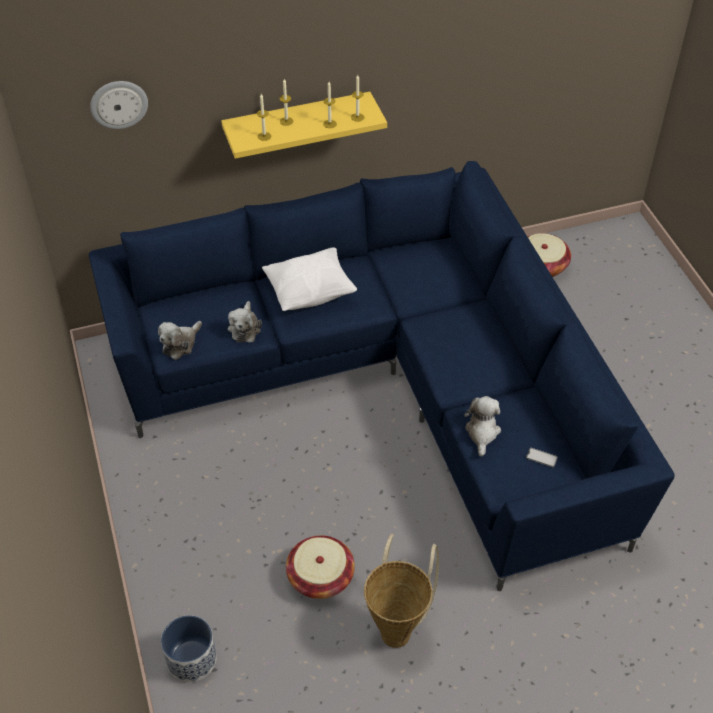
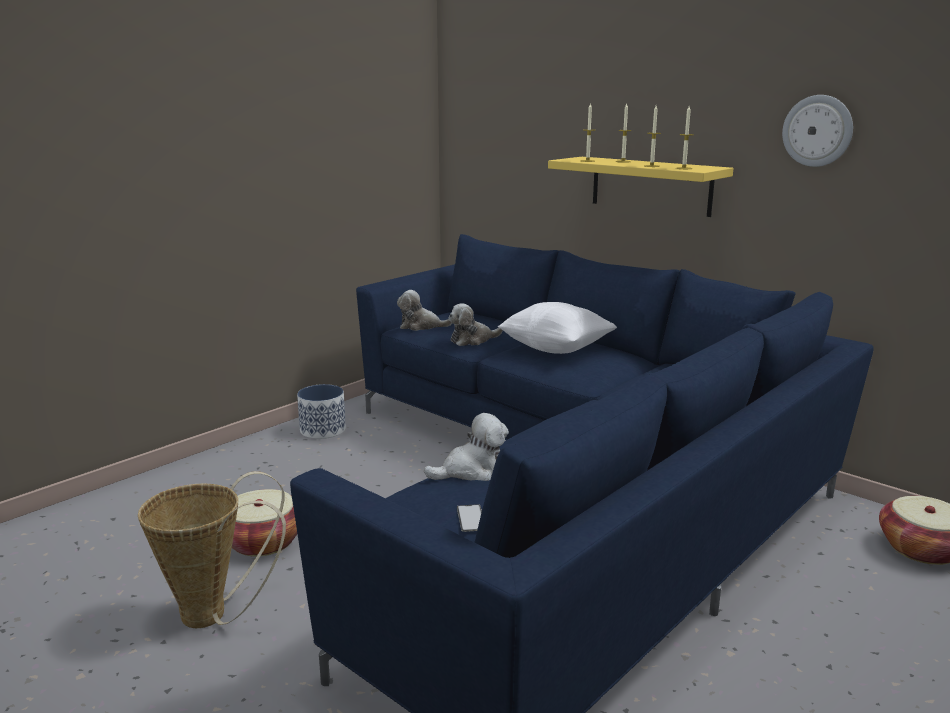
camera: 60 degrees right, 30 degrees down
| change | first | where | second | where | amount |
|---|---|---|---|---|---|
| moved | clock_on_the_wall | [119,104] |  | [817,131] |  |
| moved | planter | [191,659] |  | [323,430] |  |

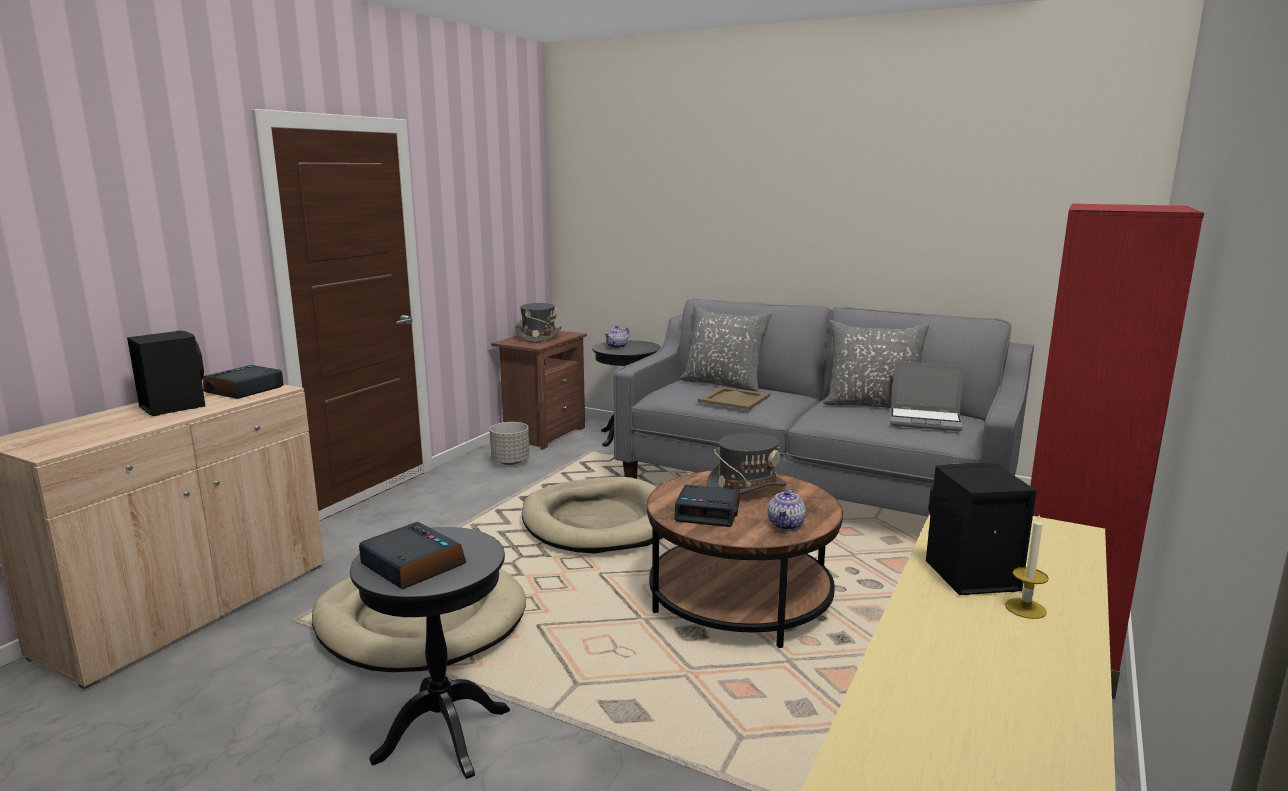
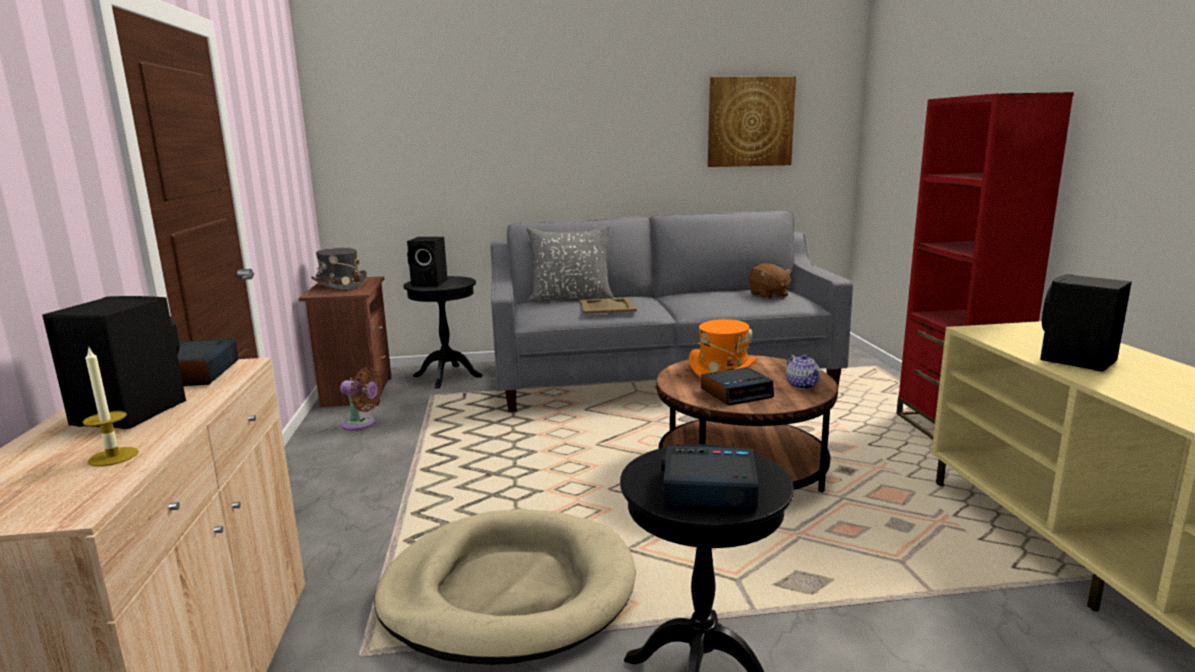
camera: 35 degrees left, 0 degrees up
| change | first | where | second | where | amount |
|---|---|---|---|---|---|
| removed | grey_throw_pillow | [873,404] |  |  |  |
| replaced | teapot | [617,346] | blackish_speaker | [430,283] |  |
| replaced | portable_computer | [926,421] | brownish_cuddly_toy | [768,295] |  |
| replaced | grey_planter | [510,462] | brownish_cooling_fan | [361,424] |  |
| recoloured | grey_wearable_hat | [746,487] | orange-coloured_wearable_hat | [722,369] |  |
| removed | sand-coloured_dog_bed | [598,522] |  |  |  |
| moved | wax_light | [1025,608] |  | [113,457] |  |
| added |  |  | wall_art | [750,122] |  |

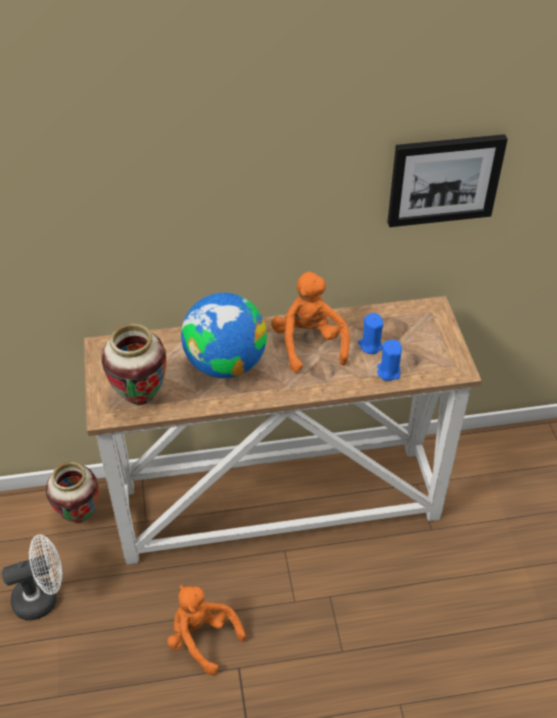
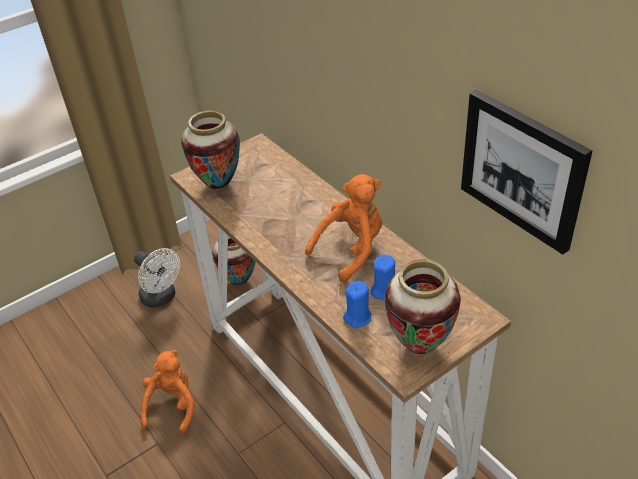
camera: 65 degrees right, 5 degrees down
| change | first | where | second | where | amount |
|---|---|---|---|---|---|
| removed | desk_globe | [225,364] |  |  |  |
| added |  |  | decorative_vase | [420,345] |  |

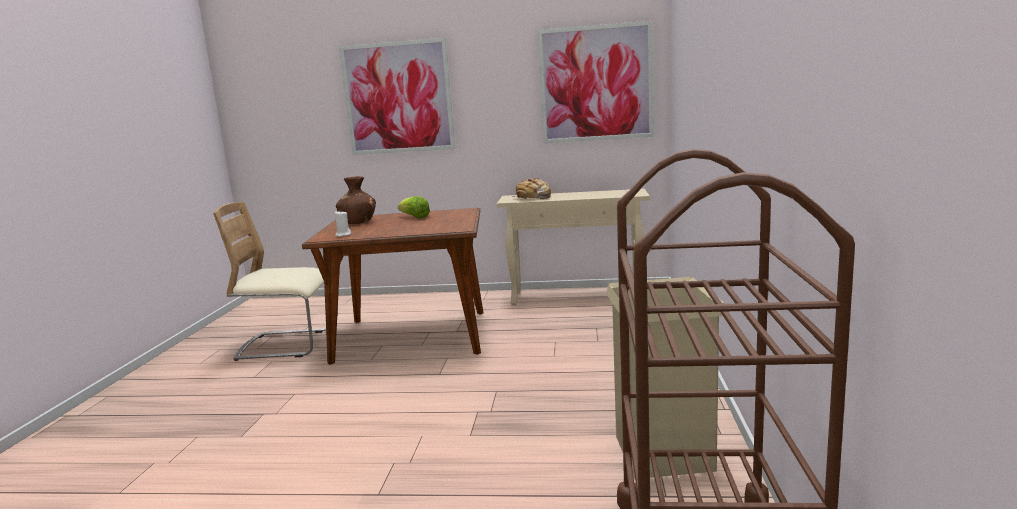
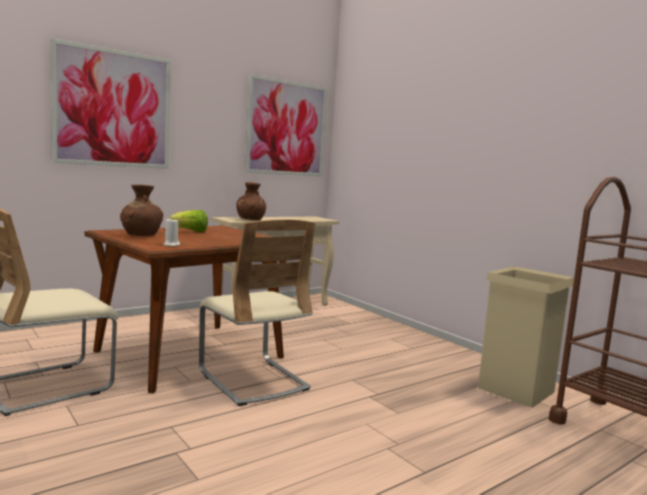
camera: 45 degrees left, 5 degrees down
| change | first | where | second | where | amount |
|---|---|---|---|---|---|
| replaced | bread | [533,198] | brownish_decorative_vase | [251,219] |  |
| added |  |  | sand-coloured_chair | [252,380] |  |

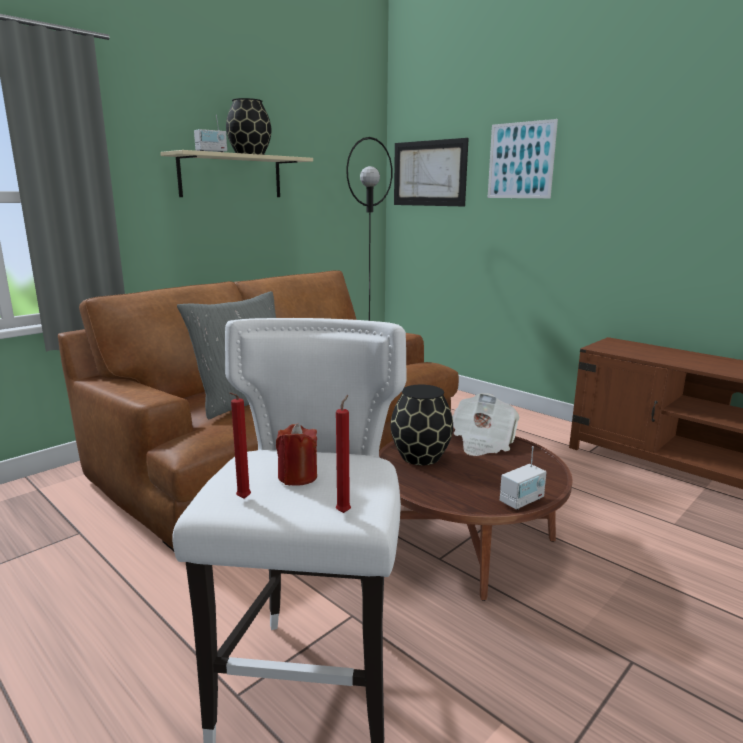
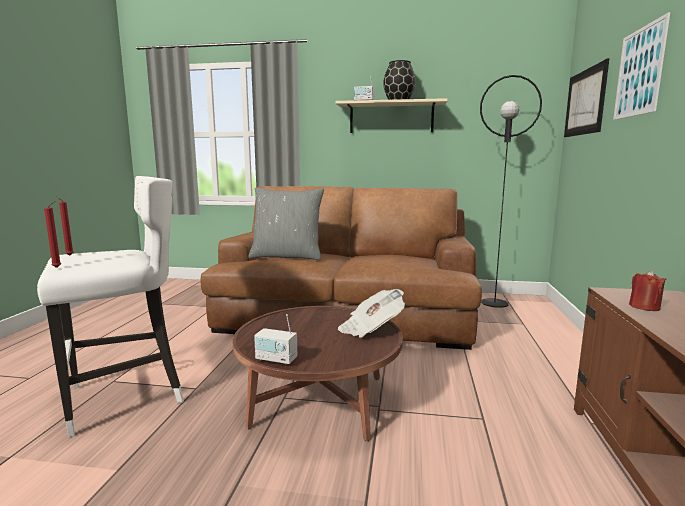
camera: 55 degrees right, 5 degrees down
| change | first | where | second | where | amount |
|---|---|---|---|---|---|
| removed | blackish_decorative_vase | [420,456] |  |  |  |
| moved | red-coloured_wax_light | [297,477] |  | [644,307] |  |

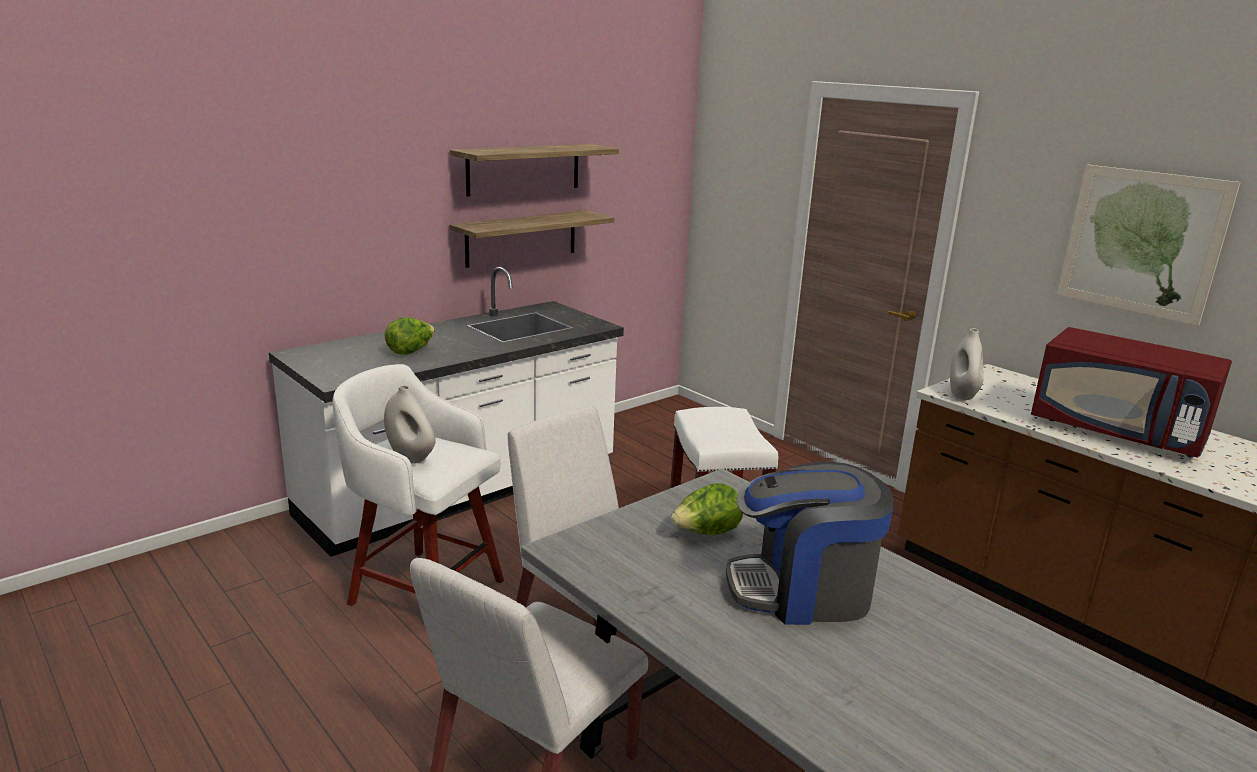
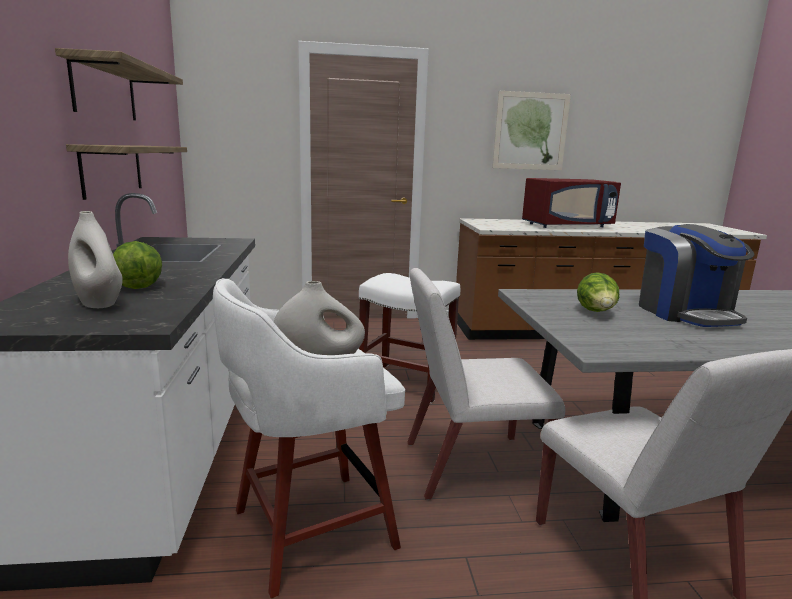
camera: 55 degrees left, 5 degrees down
| change | first | where | second | where | amount |
|---|---|---|---|---|---|
| moved | white-coloured_decorative_vase | [962,395] |  | [99,303] |  |
| turned | coffee_brewer | [802,591] |  | [685,313] | 45 degrees counterclockwise |

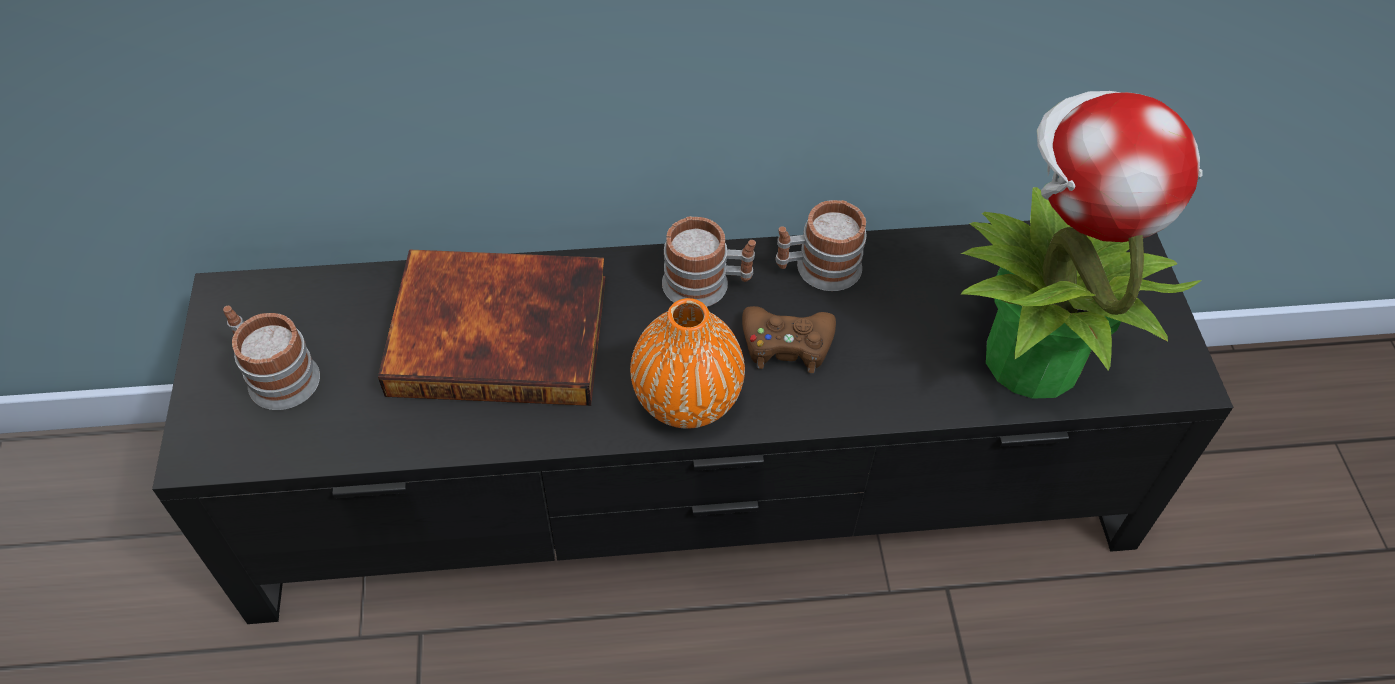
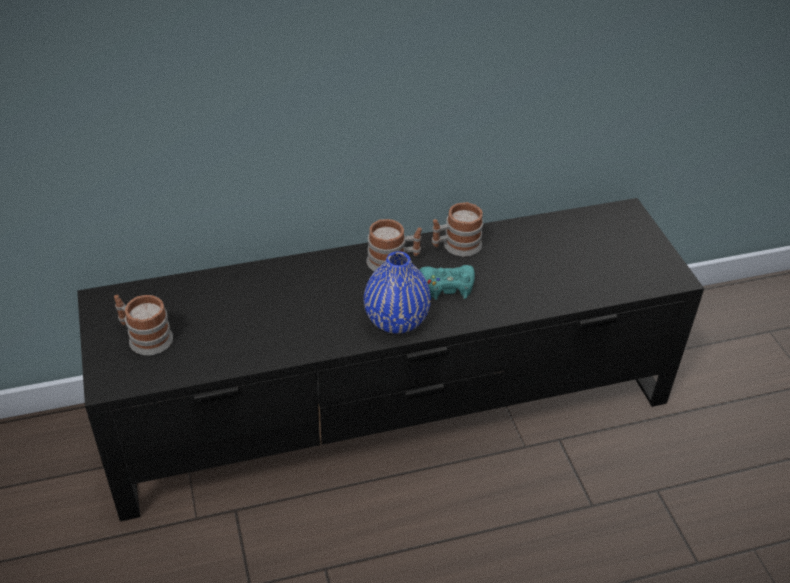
camera: 10 degrees left, 10 degrees down
| change | first | where | second | where | amount |
|---|---|---|---|---|---|
| removed | houseplant | [1030,356] |  |  |  |
| removed | volume | [501,331] |  |  |  |
| recoloured | orange-coloured_decorative_vase | [686,399] | blue_decorative_vase | [396,320] |  |
| recoloured | brownish_joypad | [786,345] | blue-green_joypad | [447,286] |  |

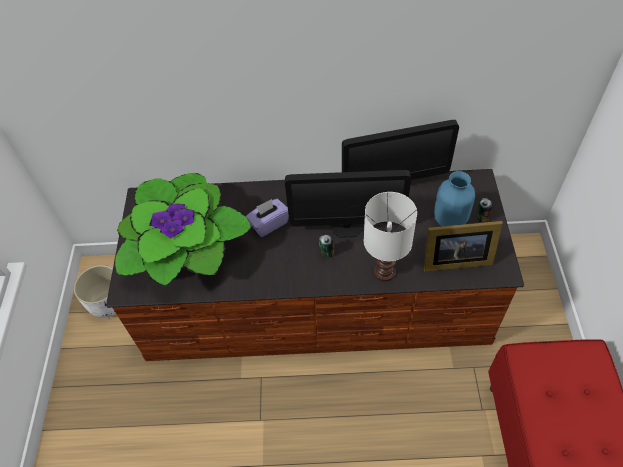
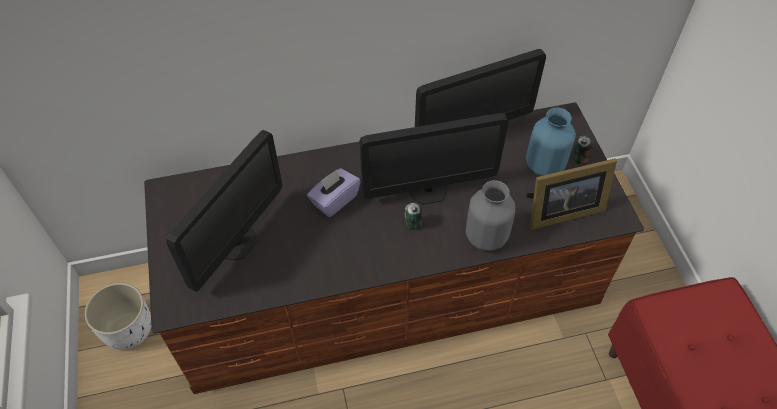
camera: 15 degrees left, 0 degrees up
| change | first | where | second | where | amount |
|---|---|---|---|---|---|
| replaced | houseplant | [185,247] | computer_display | [237,243] |  |
| replaced | white-coloured_tabletop_lamp | [385,272] | grey_decorative_vase | [487,237] |  |

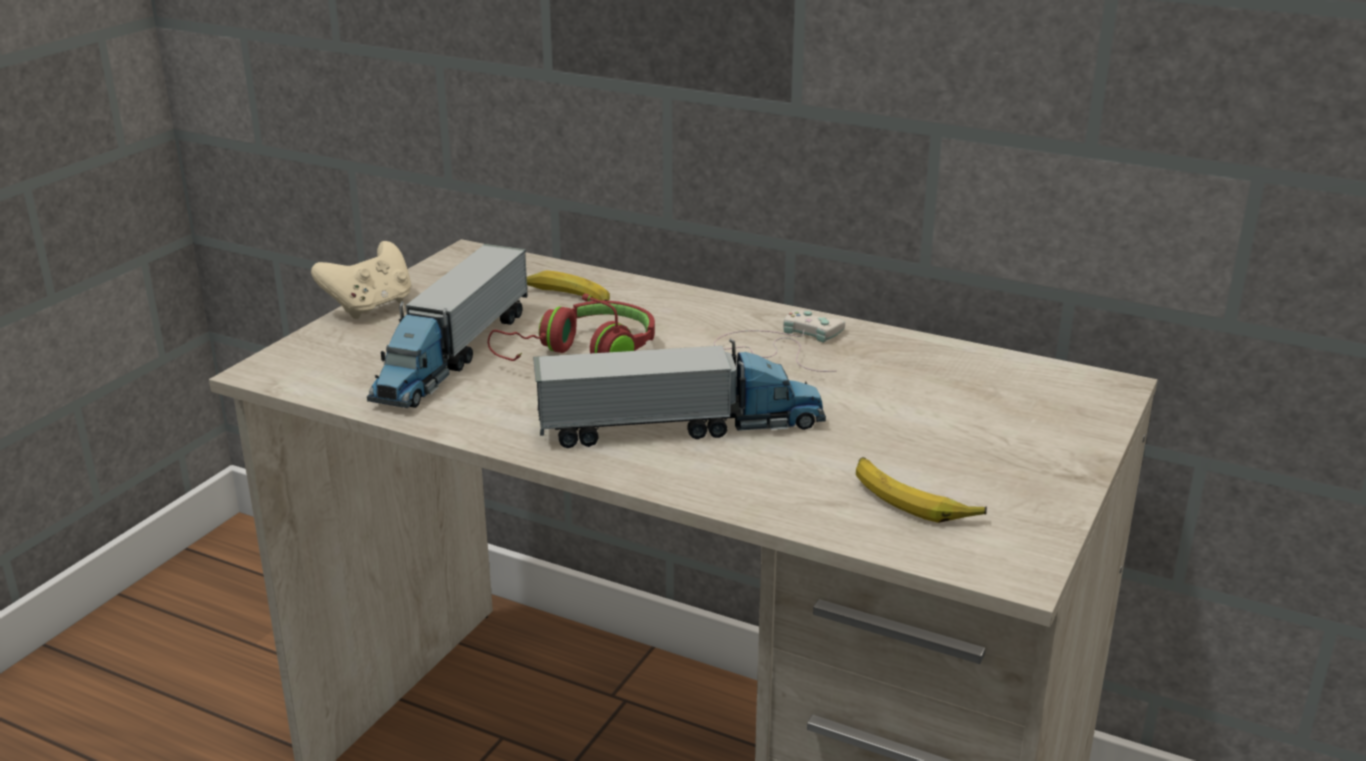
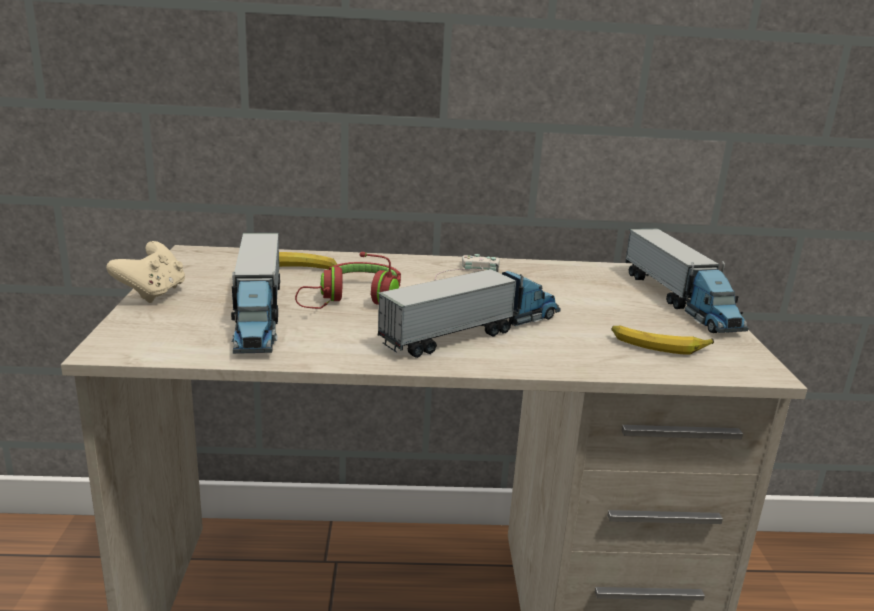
camera: 30 degrees left, 5 degrees down
| change | first | where | second | where | amount |
|---|---|---|---|---|---|
| added |  |  | model_truck | [679,300] |  |

